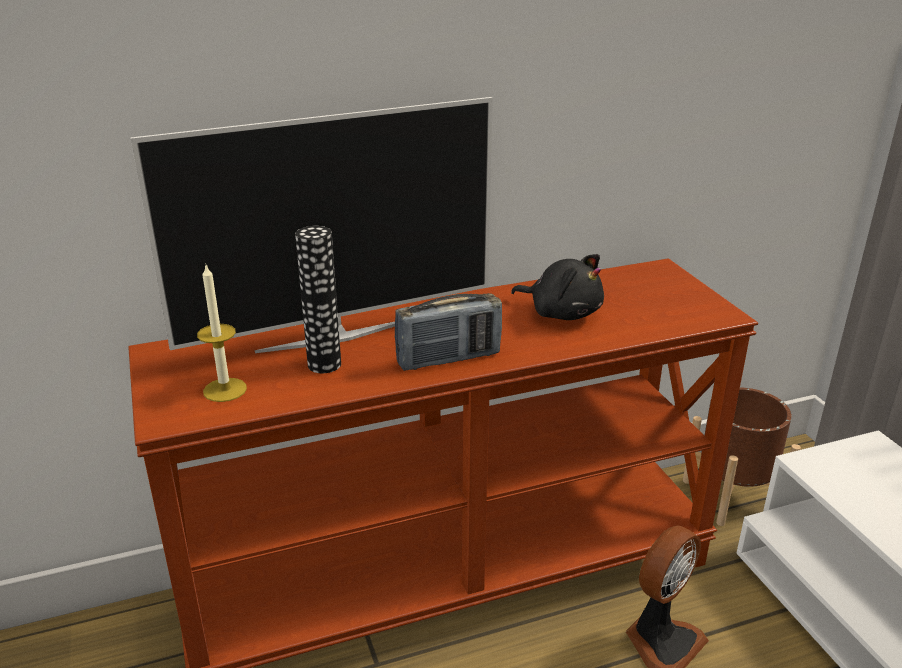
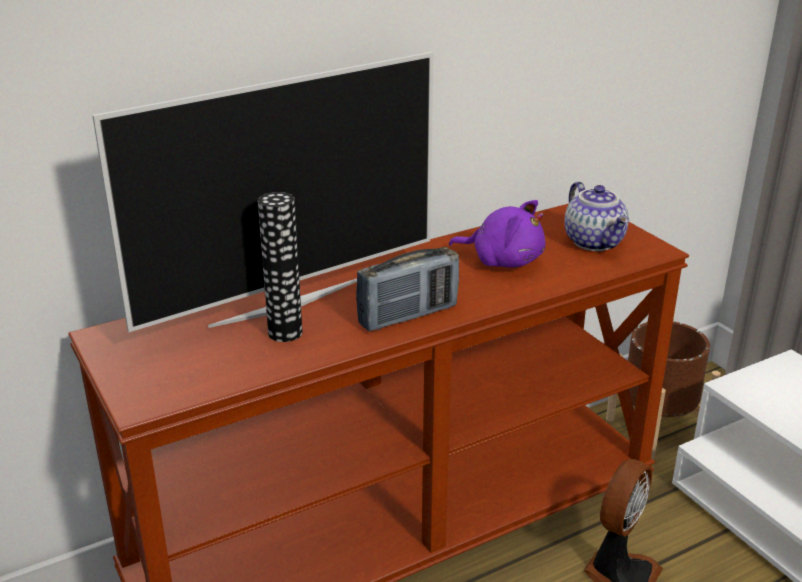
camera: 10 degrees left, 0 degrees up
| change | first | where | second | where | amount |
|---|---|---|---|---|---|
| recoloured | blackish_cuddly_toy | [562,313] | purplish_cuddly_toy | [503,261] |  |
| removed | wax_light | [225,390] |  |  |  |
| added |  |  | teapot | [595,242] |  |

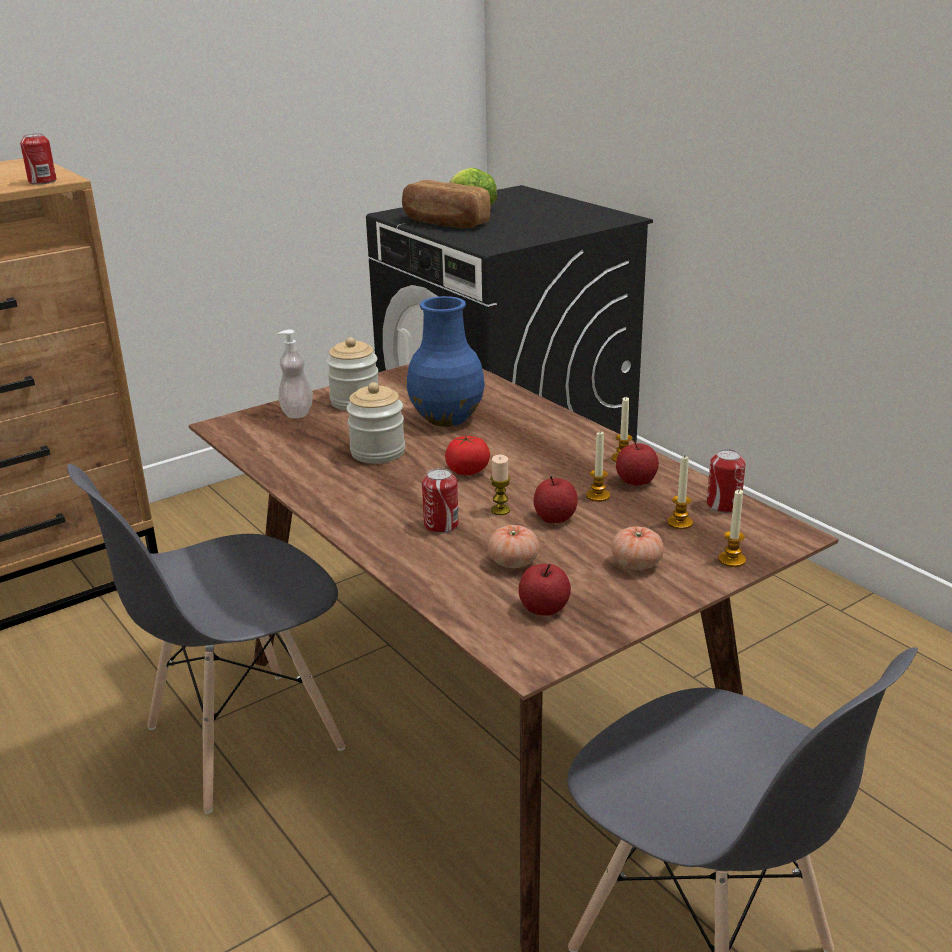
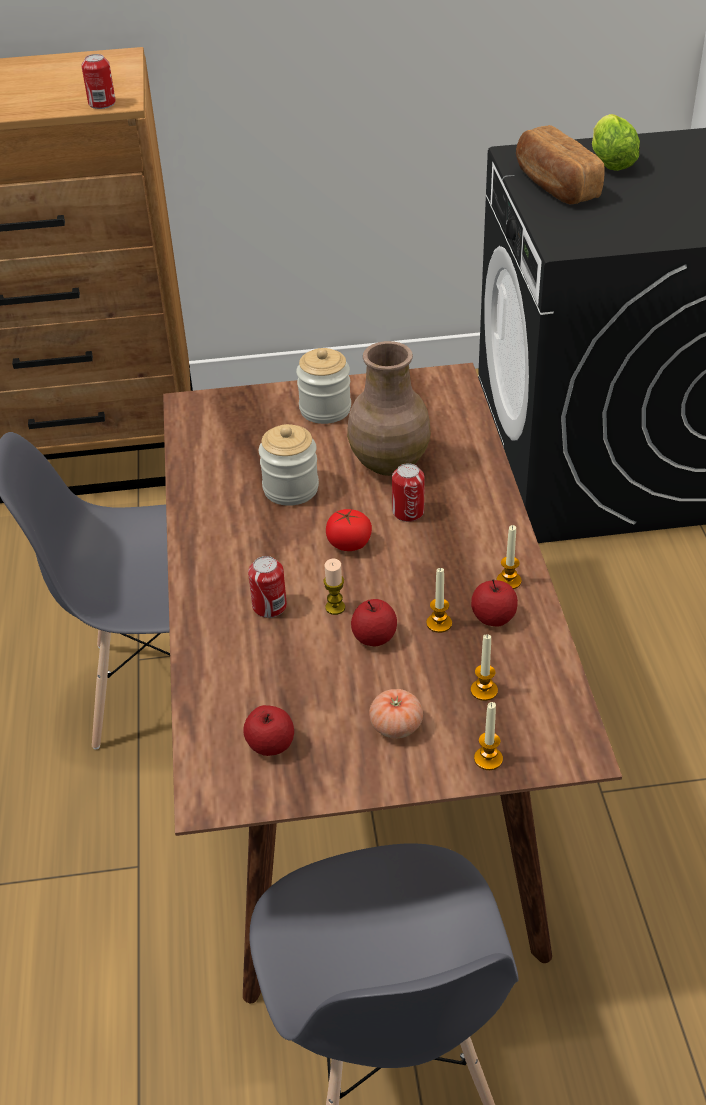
camera: 30 degrees right, 15 degrees up
| change | first | where | second | where | amount |
|---|---|---|---|---|---|
| recoloured | blue_decorative_vase | [446,418] | brownish_decorative_vase | [389,462] |  |
| removed | soap_dispenser | [297,413] |  |  |  |
| moved | sealed_can | [723,505] |  | [408,512] |  |
| removed | whole_tomato | [513,562] |  |  |  |

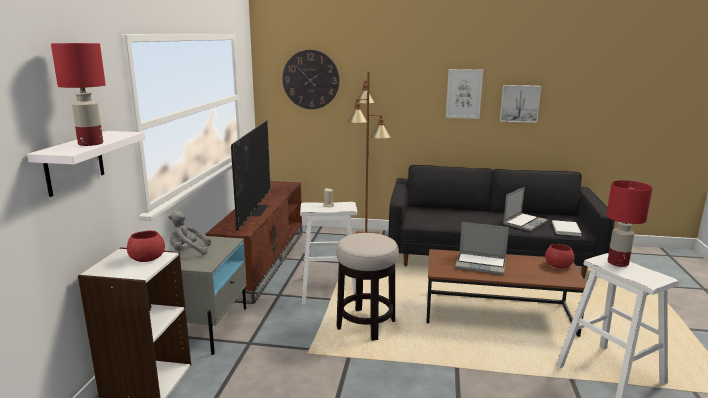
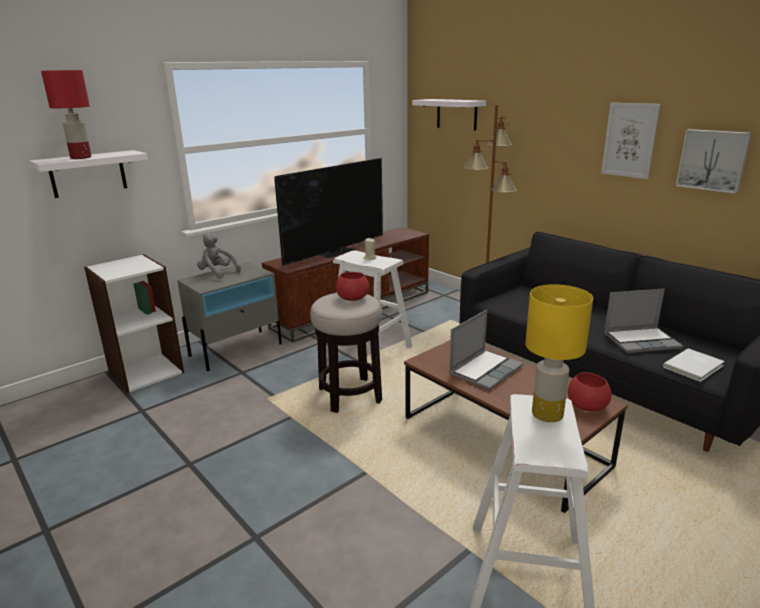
camera: 40 degrees right, 5 degrees up
| change | first | where | second | where | amount |
|---|---|---|---|---|---|
| replaced | clock_on_the_wall | [311,79] | white-coloured_bracket_shelf | [456,114] |  |
| recoloured | red-coloured_tabletop_lamp | [617,263] | yellow-coloured_tabletop_lamp | [546,414] |  |
| turned | portable_computer | [481,264] |  | [485,370] | 105 degrees counterclockwise |
| moved | red-coloured_serving_bowl | [146,258] |  | [352,297] |  |

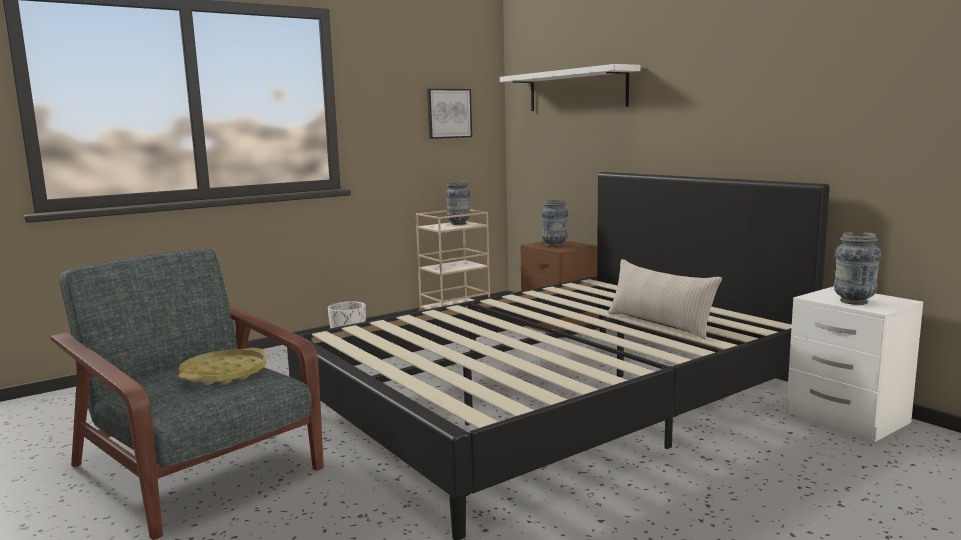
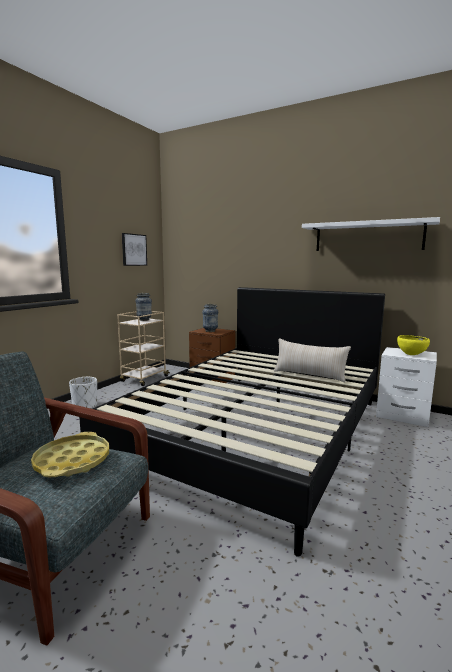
camera: 25 degrees left, 0 degrees up
| change | first | where | second | where | amount |
|---|---|---|---|---|---|
| moved | white-coloured_bracket_shelf | [576,90] |  | [367,236] |  |
| replaced | decorative_vase | [853,301] | yellow-coloured_serving_bowl | [411,355] |  |

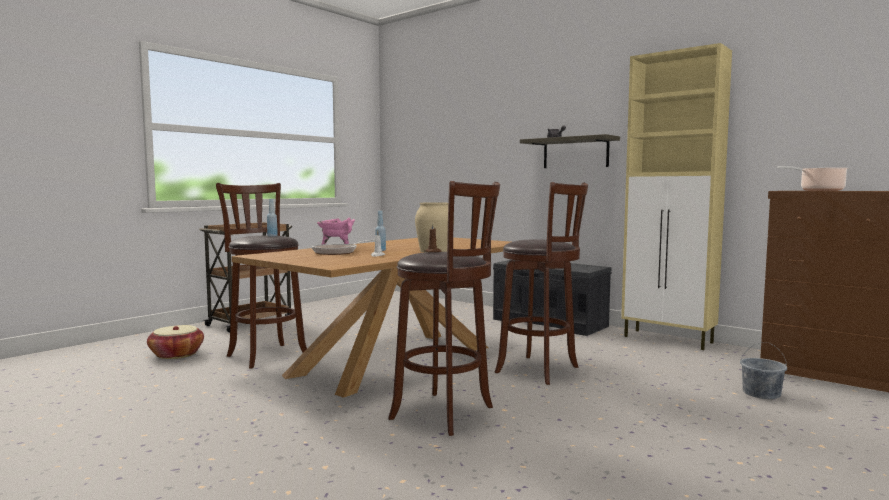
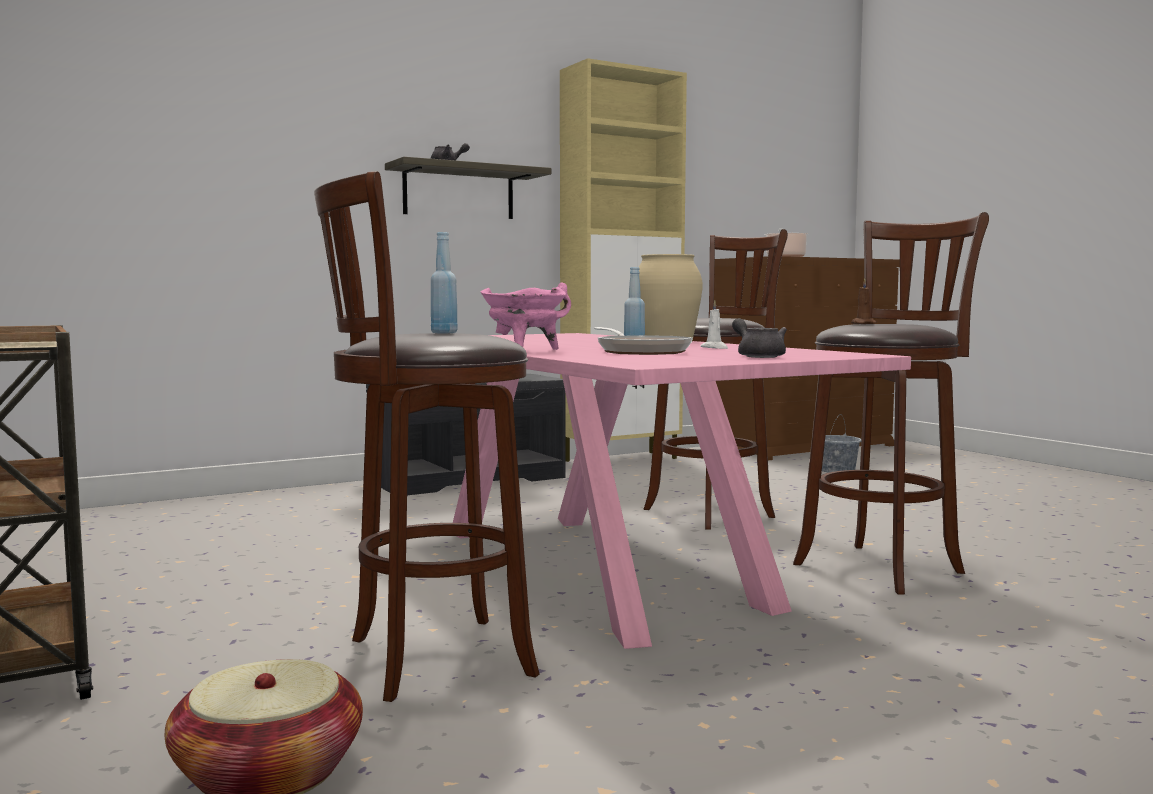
camera: 70 degrees left, 0 degrees up
| change | first | where | second | where | amount |
|---|---|---|---|---|---|
| recoloured | brownish_dining_table | [395,360] | pink_dining_table | [594,567] |  |
| added |  |  | grey_teapot | [758,356] |  |

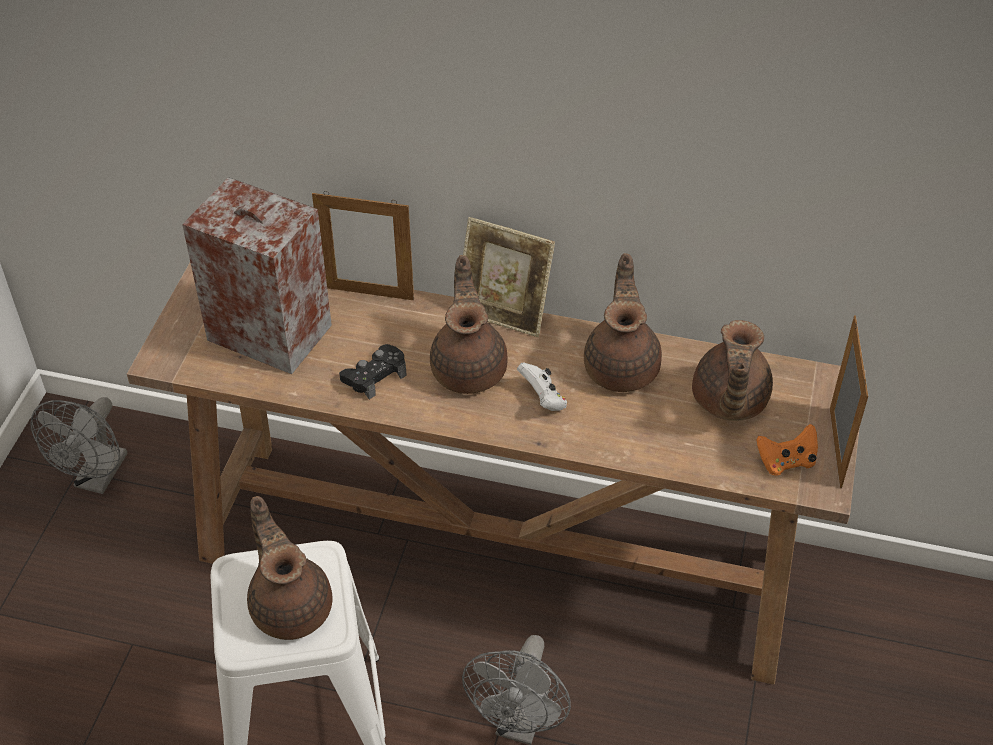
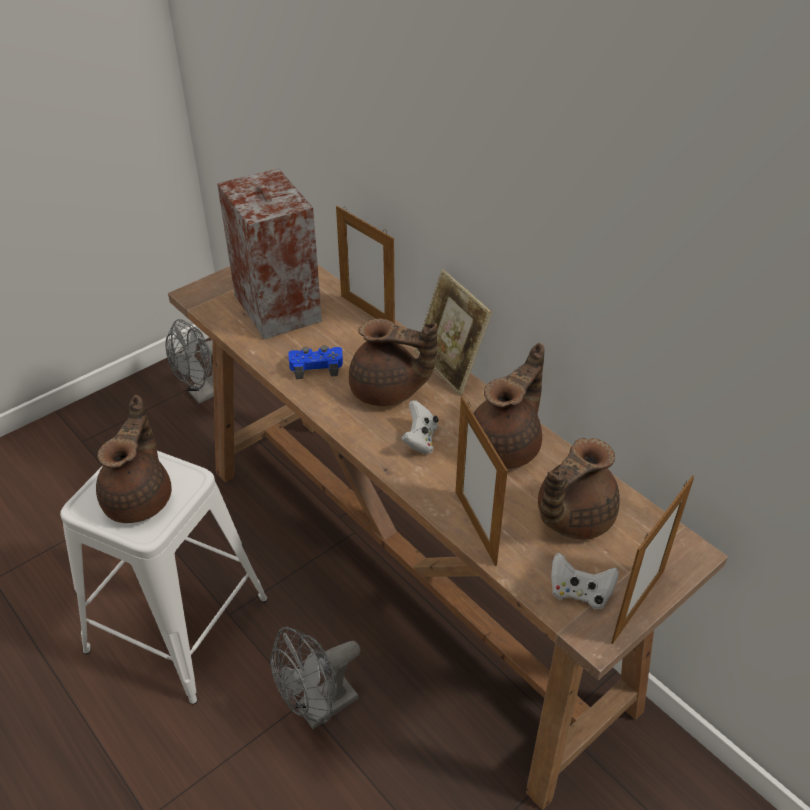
camera: 35 degrees right, 5 degrees down
| change | first | where | second | where | amount |
|---|---|---|---|---|---|
| turned | brownish_teapot | [469,367] |  | [388,392] | 75 degrees clockwise |
| recoloured | blackish_joypad | [375,376] | blue_joypad | [316,366] |  |
| recoloured | orange-coloured_joypad | [786,462] | white-coloured_joypad | [579,593] |  |
| added |  |  | standing_frame | [475,527] |  |

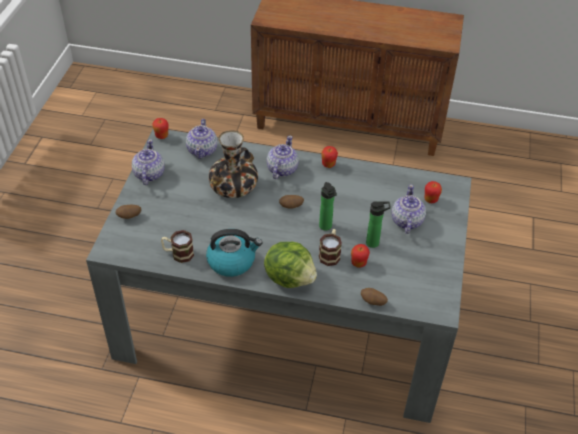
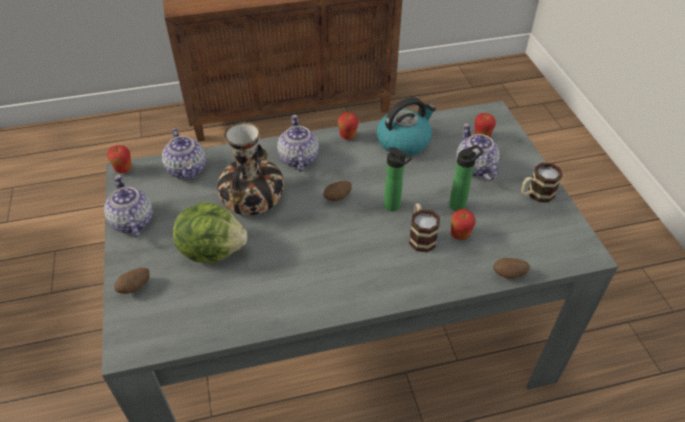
camera: 25 degrees left, 0 degrees up
| change | first | where | second | where | amount |
|---|---|---|---|---|---|
| moved | kettle | [232,261] |  | [404,141] |  |
| moved | mug | [178,254] |  | [535,194] |  |
| moved | lettuce_head | [290,277] |  | [213,249] |  |

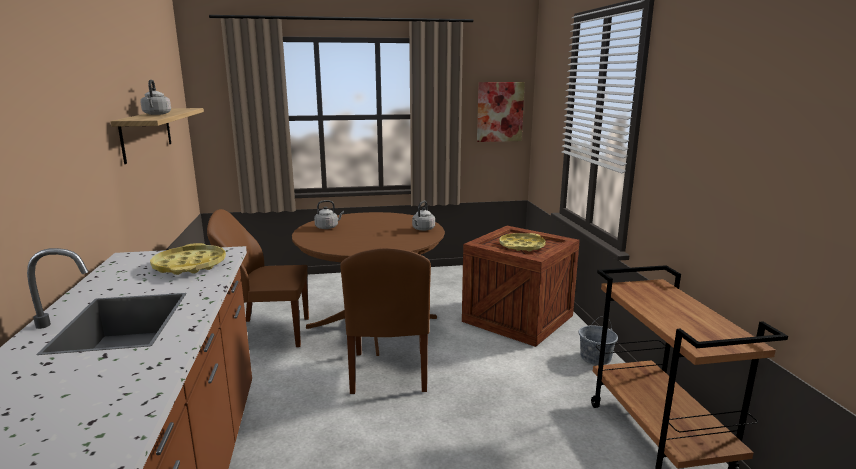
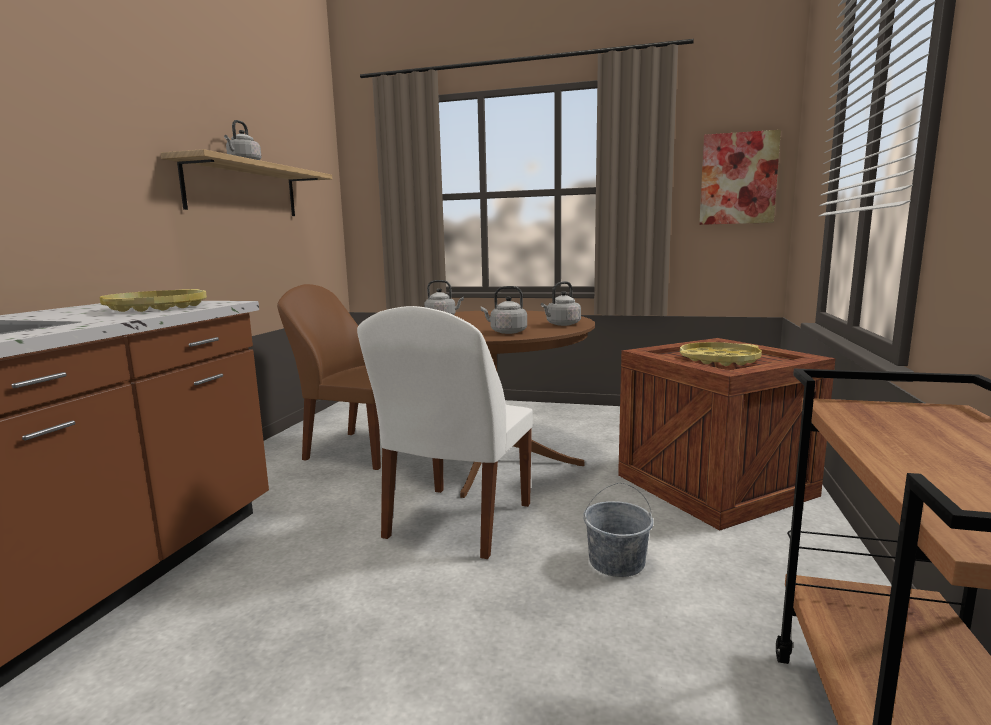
camera: 25 degrees right, 5 degrees down
| change | first | where | second | where | amount |
|---|---|---|---|---|---|
| recoloured | brownish_chair | [389,373] | white-coloured_chair | [456,523] |  |
| moved | grey_water_bucket | [595,357] |  | [617,562] |  |
| added |  |  | grey_kettle | [506,332] |  |

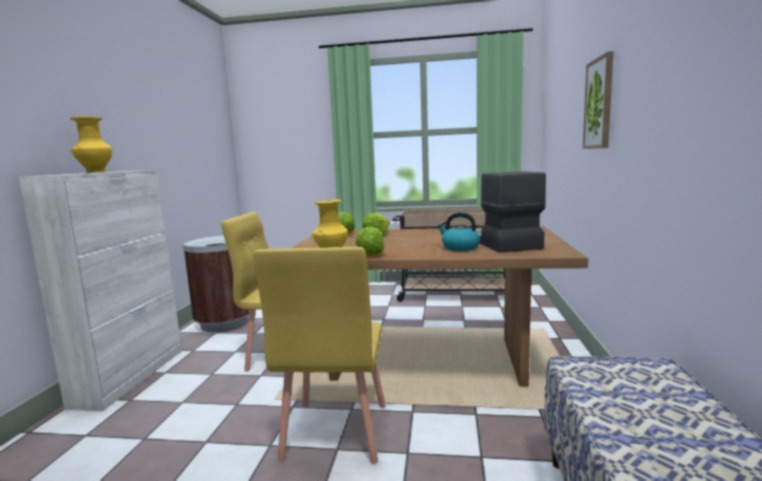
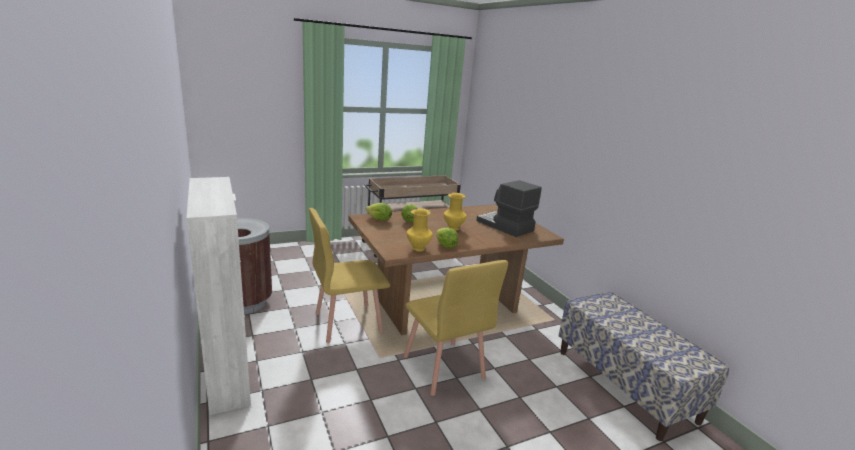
camera: 35 degrees left, 10 degrees up
| change | first | where | second | where | amount |
|---|---|---|---|---|---|
| removed | wall_art | [599,104] |  |  |  |
| moved | yellow-coloured_decorative_vase | [95,172] |  | [453,228] |  |
| removed | kettle | [459,248] |  |  |  |

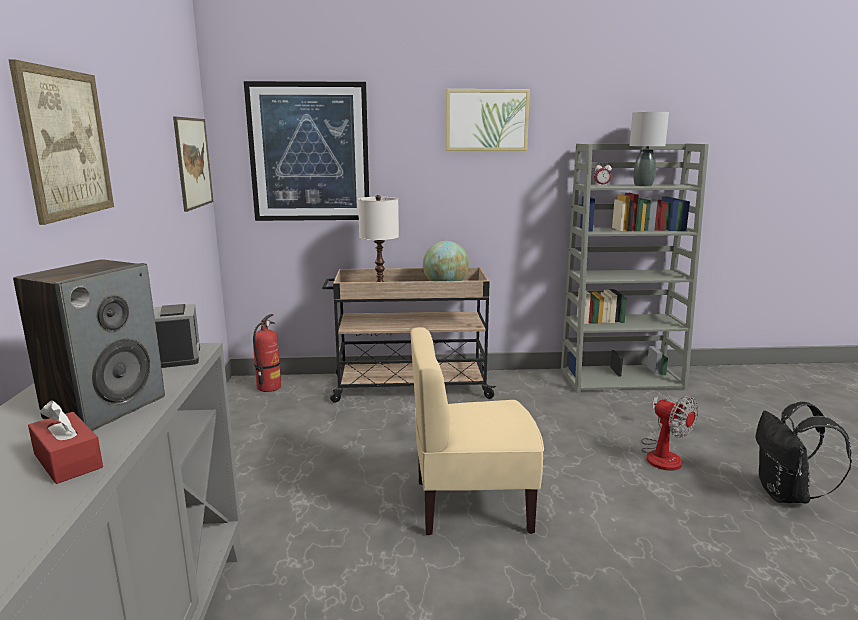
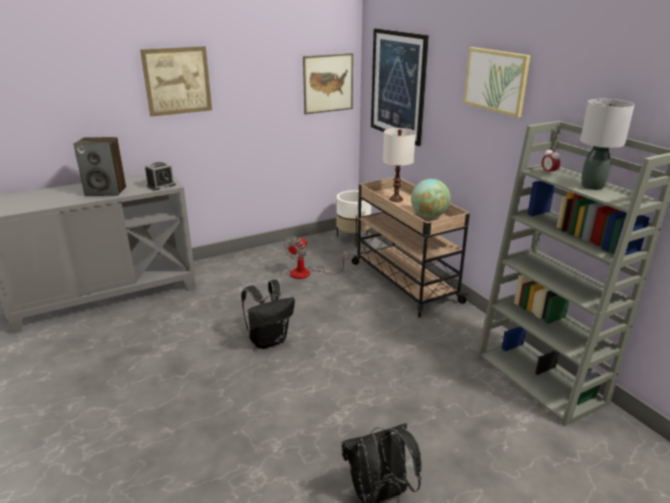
camera: 65 degrees right, 10 degrees up
| change | first | where | second | where | amount |
|---|---|---|---|---|---|
| replaced | extinguisher | [269,387] | white-coloured_planter | [353,239] |  |
| replaced | sand-coloured_chair | [471,505] | blackish_backpack | [269,340] |  |
| moved | cooling_fan | [662,454] |  | [307,273] |  |
| removed | red-coloured_tissue_box | [68,461] |  |  |  |

